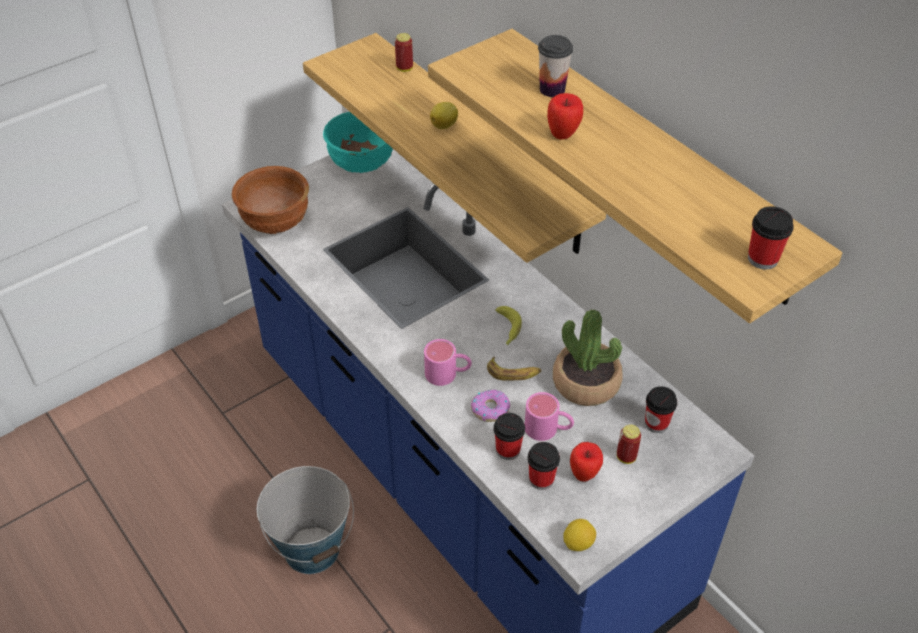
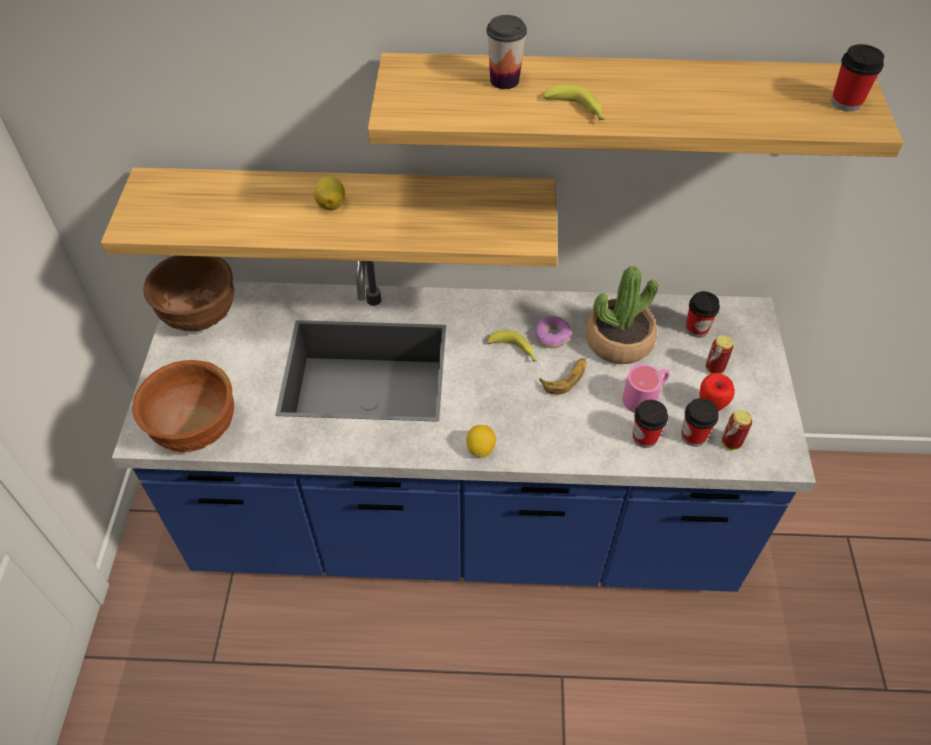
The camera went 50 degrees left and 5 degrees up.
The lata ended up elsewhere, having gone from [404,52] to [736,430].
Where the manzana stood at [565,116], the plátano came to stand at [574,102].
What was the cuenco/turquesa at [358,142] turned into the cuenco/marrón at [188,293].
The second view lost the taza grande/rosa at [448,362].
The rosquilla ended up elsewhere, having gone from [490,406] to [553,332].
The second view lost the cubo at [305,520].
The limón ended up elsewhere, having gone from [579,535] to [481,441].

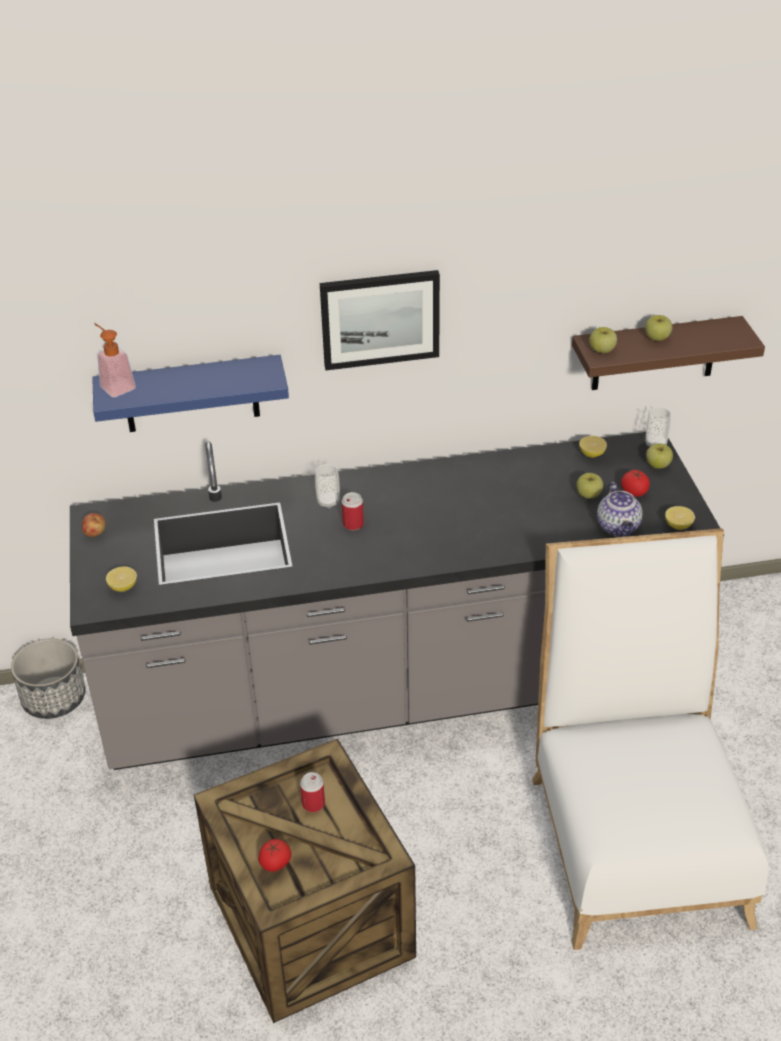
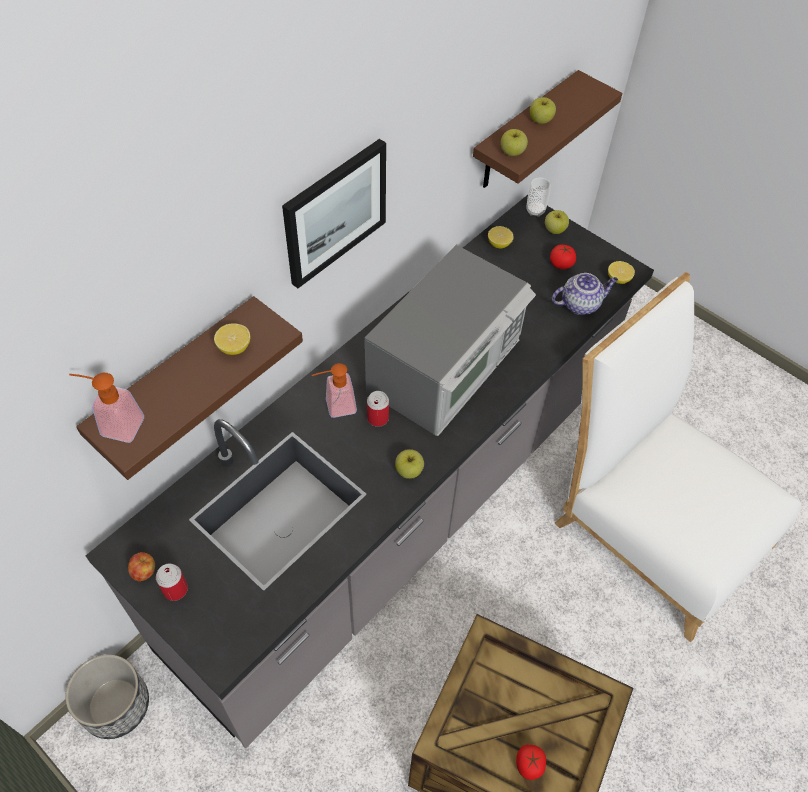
The camera went 40 degrees left and 15 degrees up.
What was the estante/azul at [190,393] turned into the estante/marrón at [189,388].
Where the taza stood at [327,486], the dispensador de jabón came to stand at [334,390].
The manzana ended up elsewhere, having gone from [590,486] to [409,464].
The tetera at [620,509] ended up facing another way, 60 degrees counterclockwise from before.
The limón ended up elsewhere, having gone from [121,579] to [232,339].
The lata ended up elsewhere, having gone from [312,792] to [172,582].
The second view gained the microondas at [450,340].

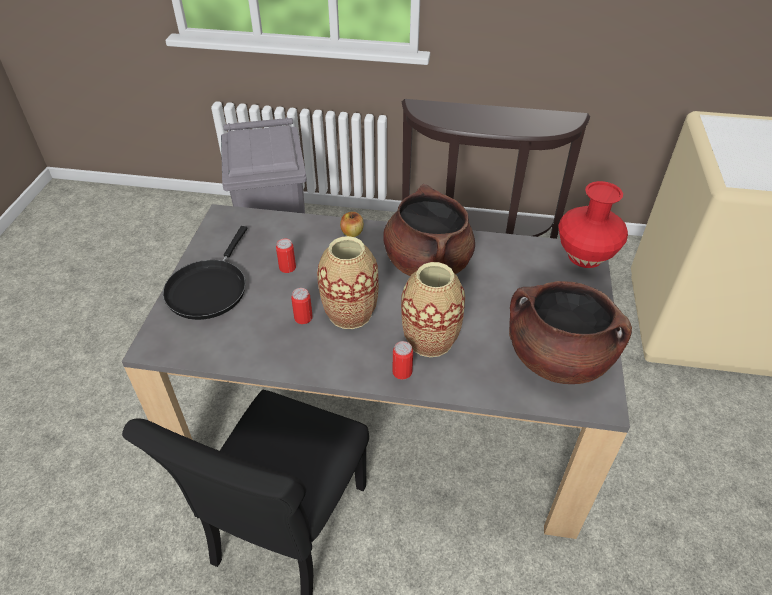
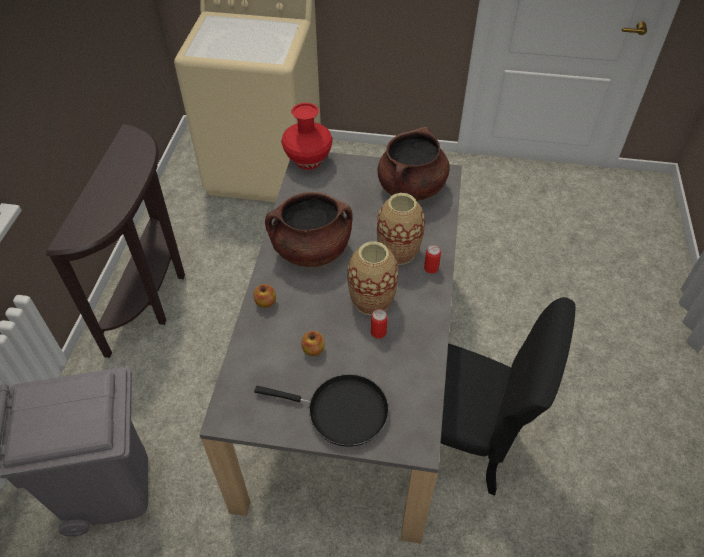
The camera went 90 degrees left and 5 degrees up.
Where the lata stood at [286,256], the manzana came to stand at [313,343].

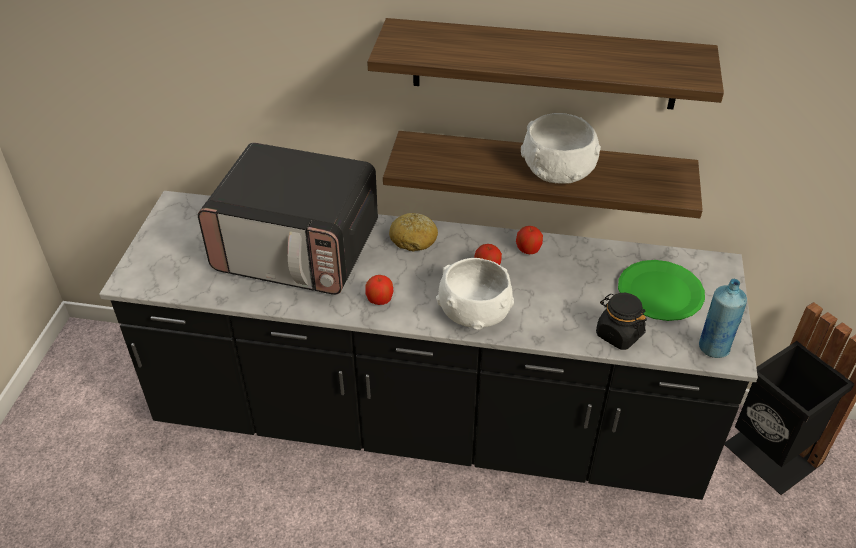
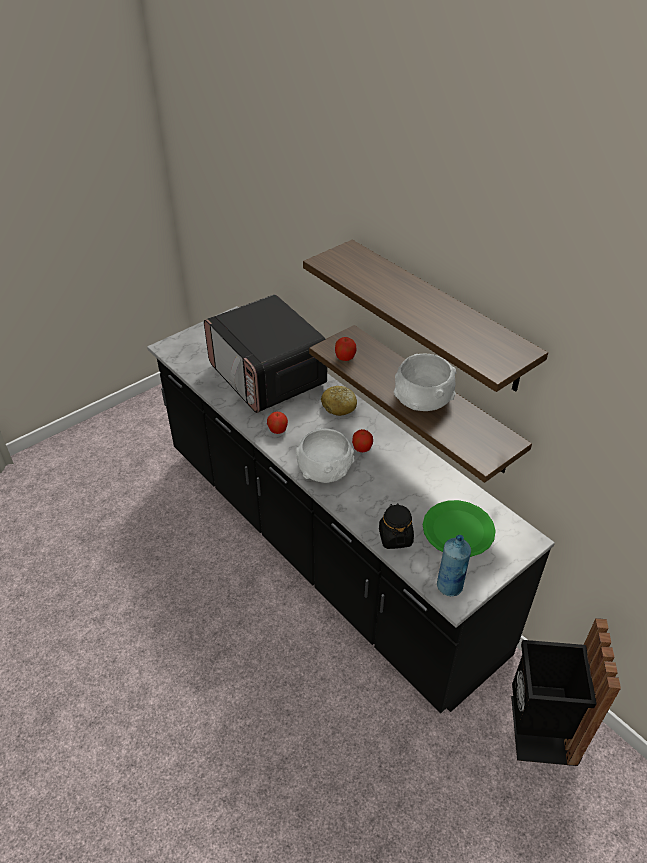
The camera went 40 degrees right and 0 degrees up.
The manzana ended up elsewhere, having gone from [529,240] to [346,349].

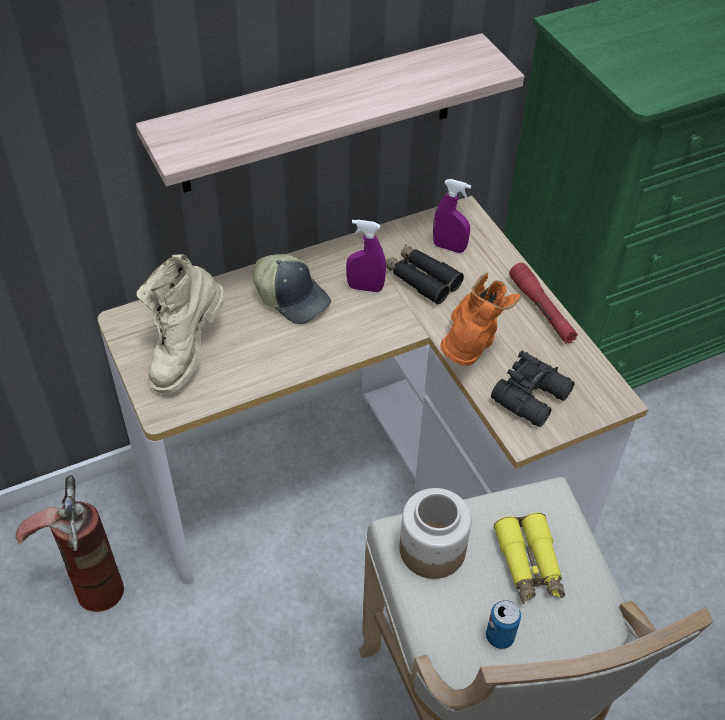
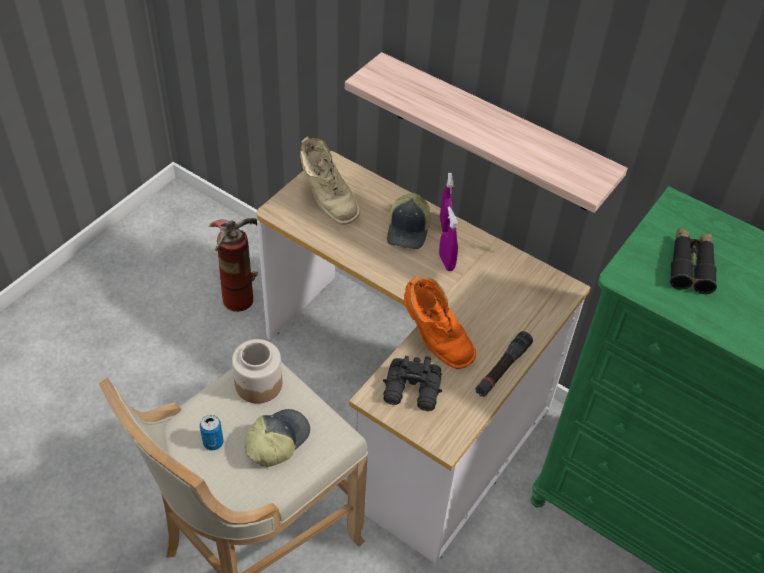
The camera went 60 degrees right and 0 degrees up.
The pulverizador/morado ended up elsewhere, having gone from [452,216] to [447,202].
The prismáticos/negro ended up elsewhere, having gone from [424,274] to [693,261].
The bota/beis at [181,324] ended up facing another way, 120 degrees counterclockwise from before.
What was the linterna/rojo at [543,303] turned into the linterna/negro at [504,364].
The bota/naranja at [480,319] ended up facing another way, 60 degrees clockwise from before.
Where the prismáticos/amarillo stood at [529,558], the gorra came to stand at [277,438].

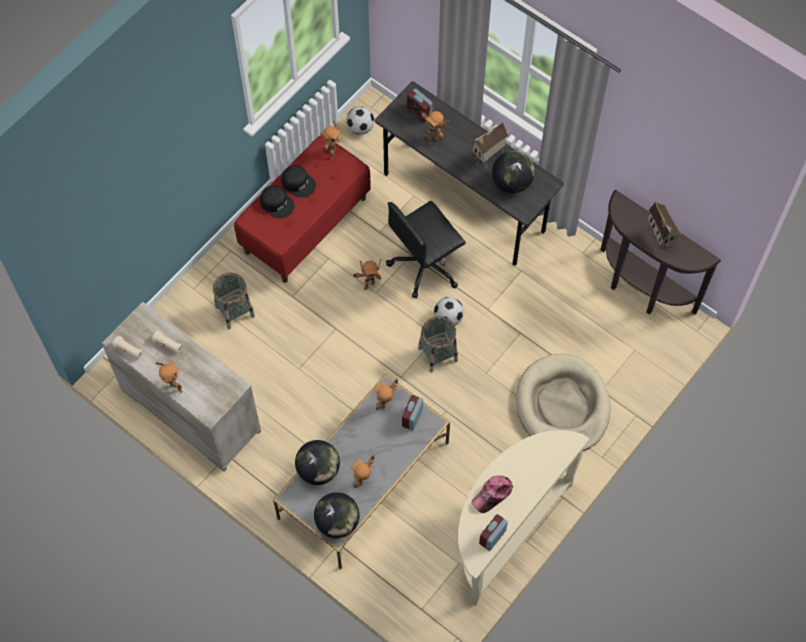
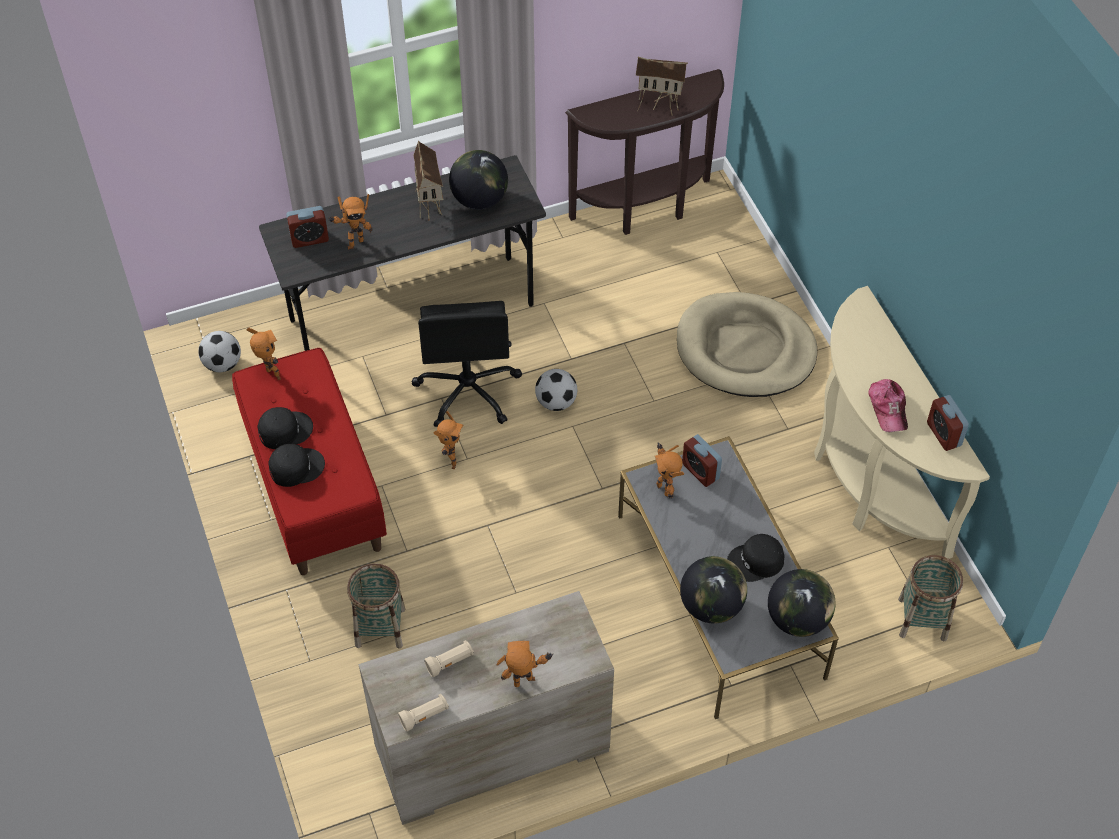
The camera went 60 degrees left and 10 degrees down.
The cesta ended up elsewhere, having gone from [438,344] to [930,598].
Where the robot de juguete stood at [362,472], the gorra/negro came to stand at [755,558].

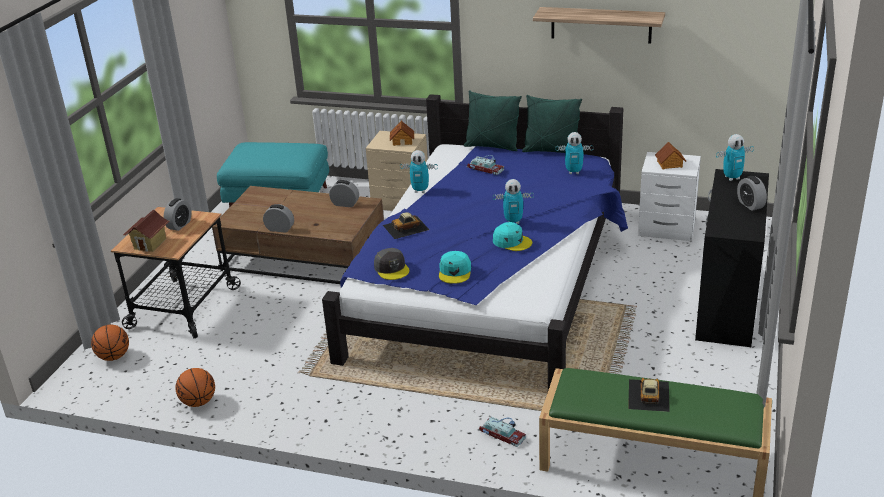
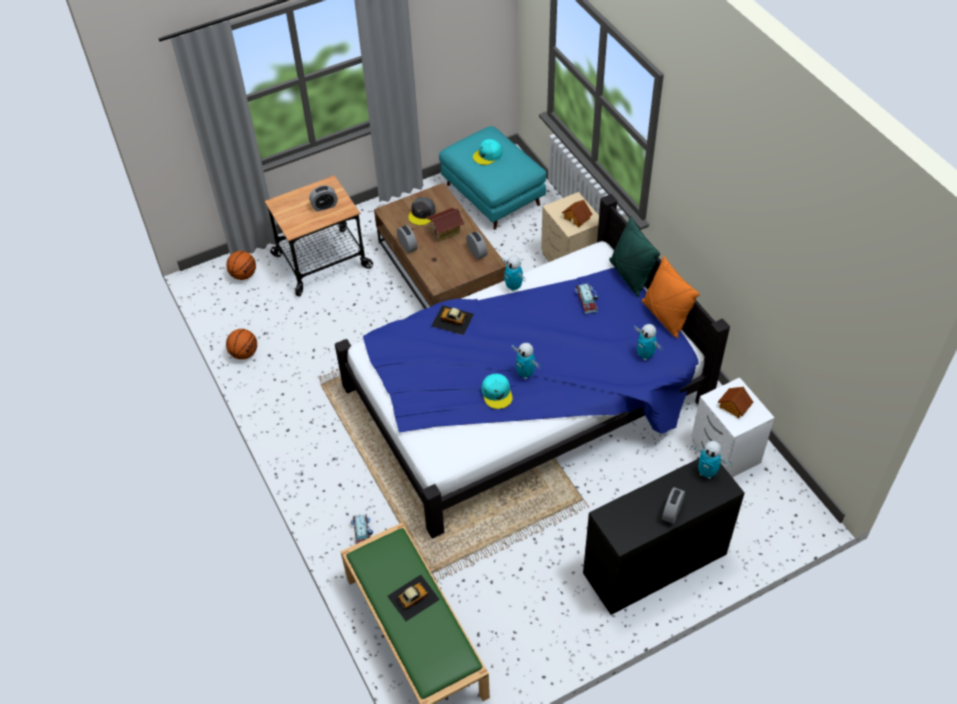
The camera went 45 degrees right and 20 degrees up.
The second view lost the estante at [599,25].
What was the cojín/verde at [552,124] turned into the cojín/naranja at [671,297].
The casita ended up elsewhere, having gone from [146,231] to [445,224].
The gorra/gris ended up elsewhere, having gone from [392,264] to [422,211].
The gorra/turquesa ended up elsewhere, having gone from [455,267] to [488,152].

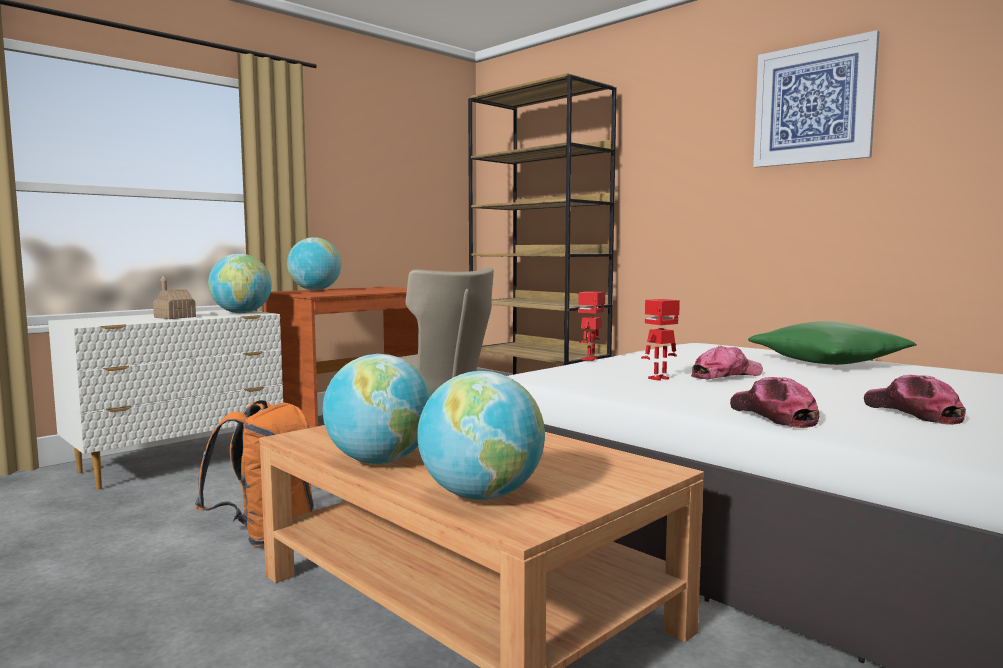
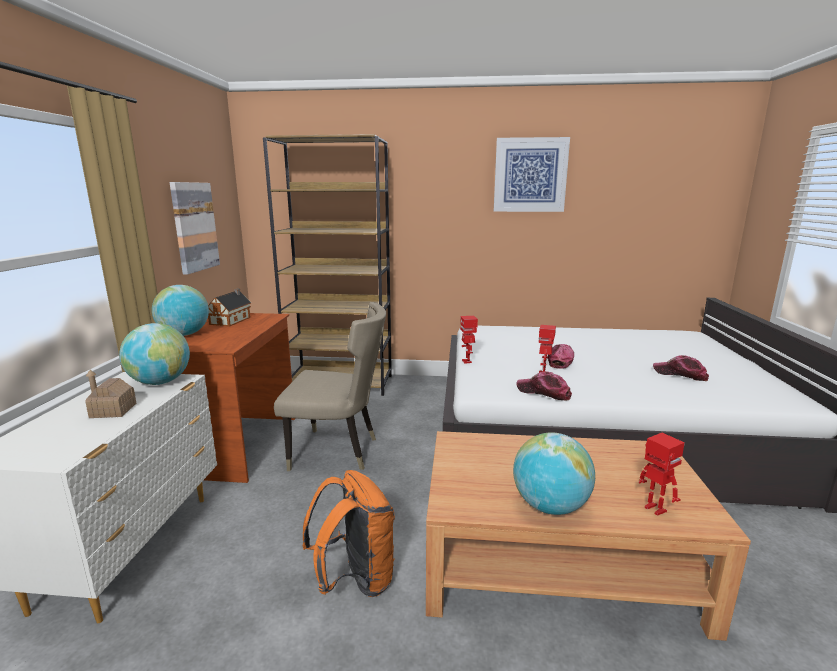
The camera went 40 degrees left and 10 degrees up.
The second view lost the cojín/verde at [832,343].
Where the globo terráqueo stood at [481,435], the robot de juguete came to stand at [662,474].
The gorra ended up elsewhere, having gone from [774,402] to [544,386].
The second view gained the cuadro at [195,228].
The second view gained the casita at [229,308].

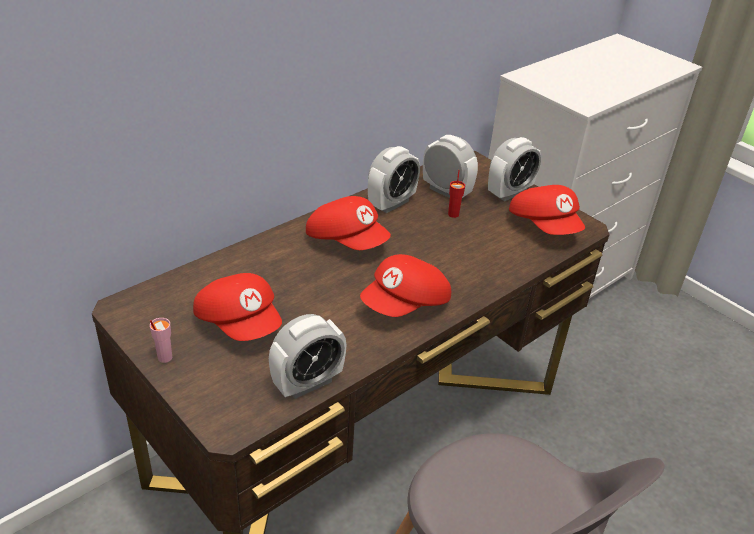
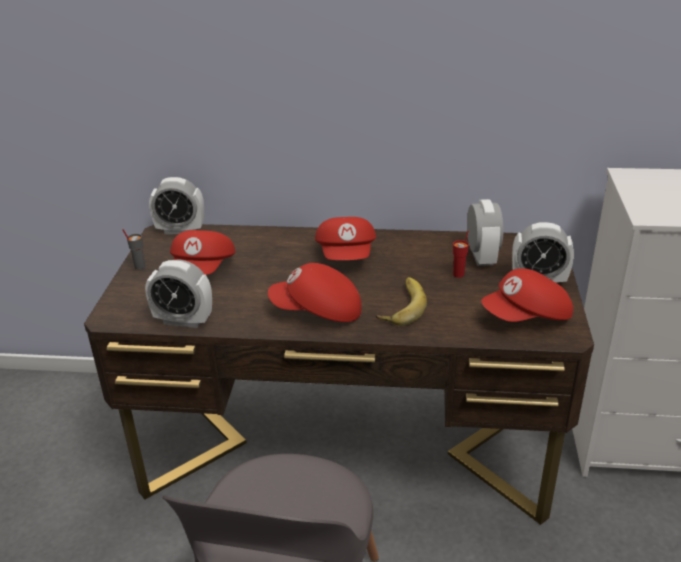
The camera went 50 degrees right and 5 degrees down.
The despertador ended up elsewhere, having gone from [394,179] to [176,205].
The gorra/rojo at [547,210] ended up facing another way, 45 degrees clockwise from before.
What was the taza/rosa at [161,340] turned into the taza/gris at [134,249].
The second view gained the plátano at [401,301].

